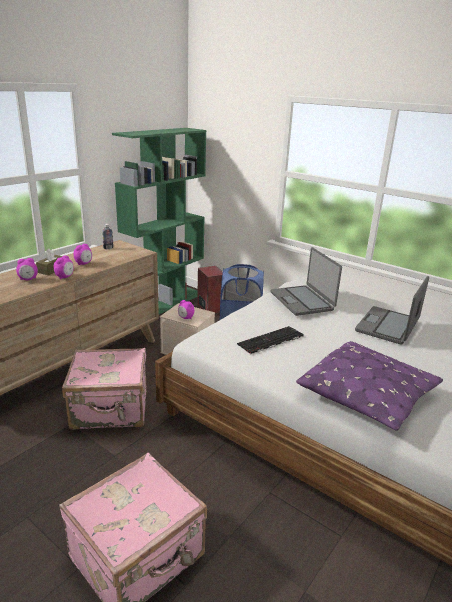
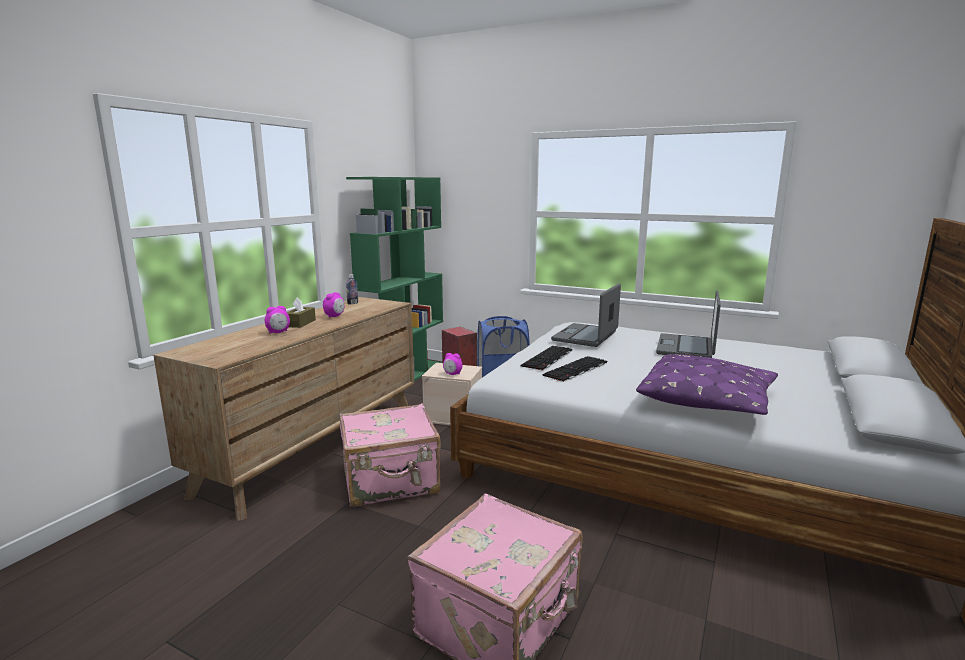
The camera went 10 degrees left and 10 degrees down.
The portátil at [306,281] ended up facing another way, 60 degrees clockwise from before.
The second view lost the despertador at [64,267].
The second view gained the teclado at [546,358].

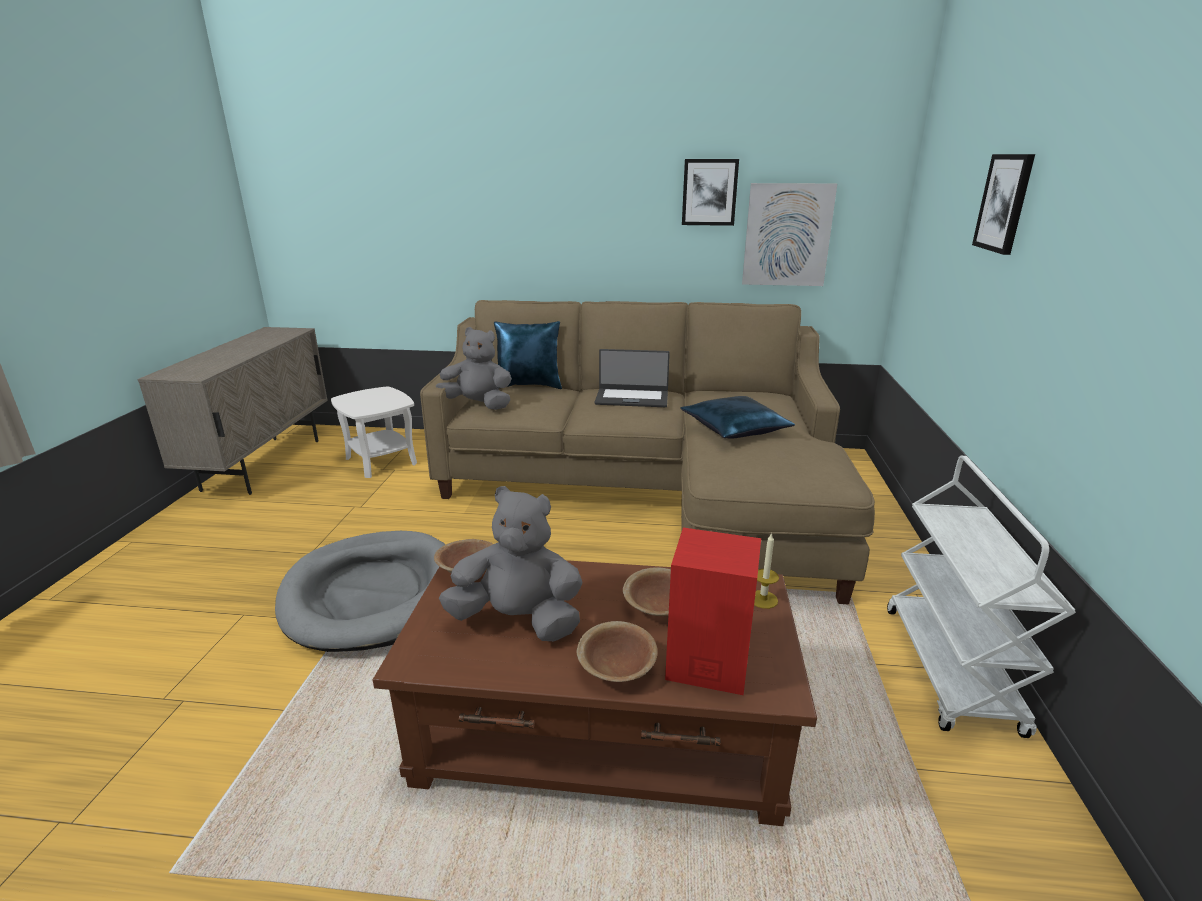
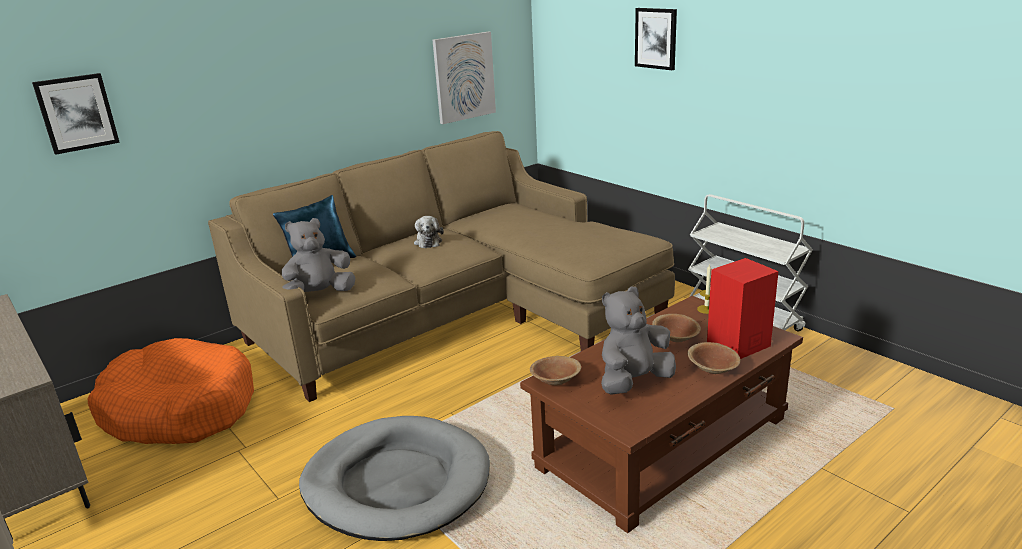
The camera went 45 degrees left and 0 degrees up.
The cuadro ended up elsewhere, having gone from [710,192] to [76,114].
Where the portátil stood at [632,378], the peluche came to stand at [429,232].
Where the mesa auxiliar/blanco stood at [374,432], the cama para perro/naranja came to stand at [171,391].
The second view lost the cojín/azul at [737,417].

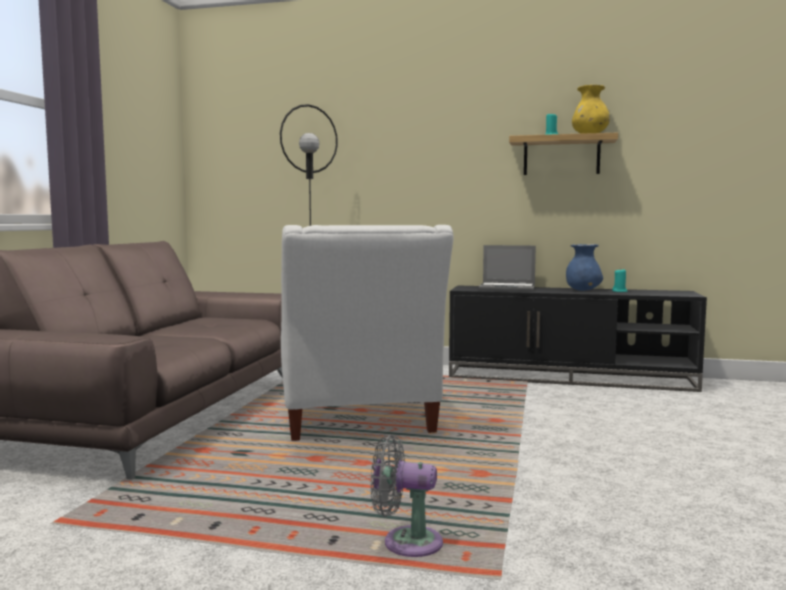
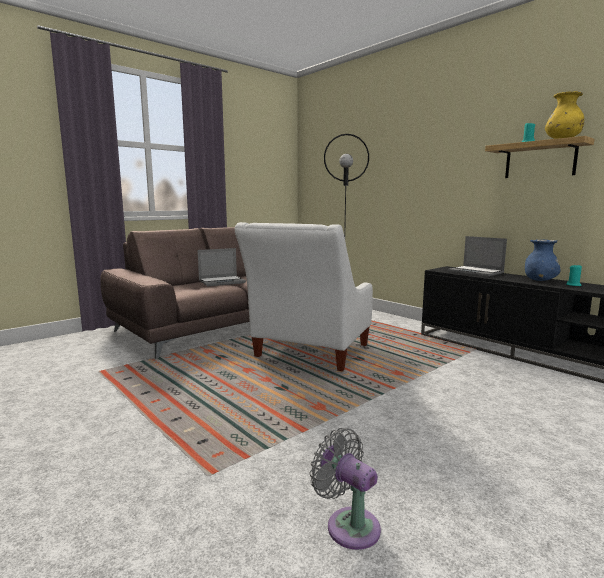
The camera went 35 degrees right and 5 degrees up.
The ventilador/gris ended up elsewhere, having gone from [406,496] to [345,489].
The second view gained the portátil at [222,267].

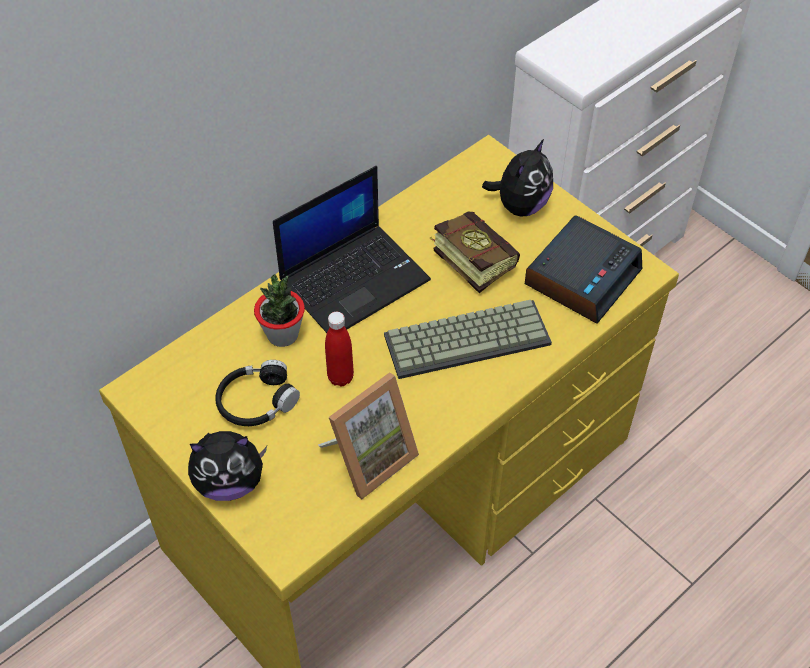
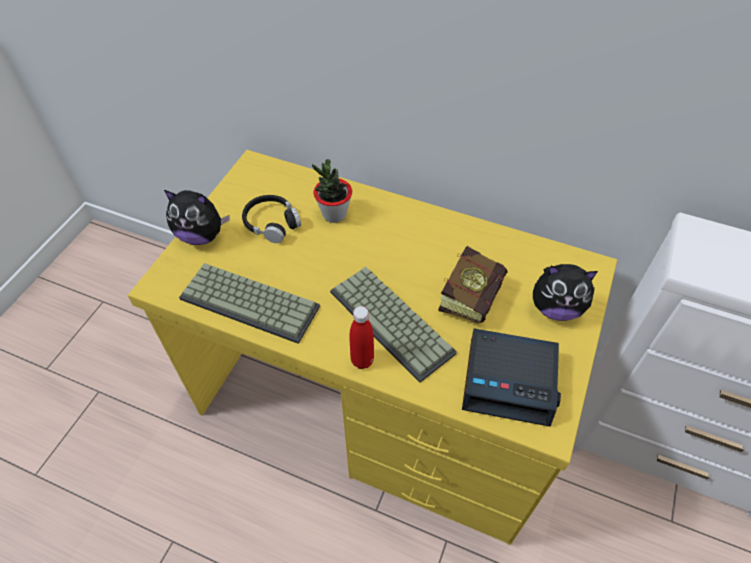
The camera went 65 degrees right and 0 degrees up.
The second view lost the portátil at [352,249].
The botella/rojo ended up elsewhere, having gone from [339,349] to [361,337].
Where the portarretratos stood at [368,435], the teclado came to stand at [249,303].
The peluche at [227,466] ended up facing another way, 45 degrees counterclockwise from before.

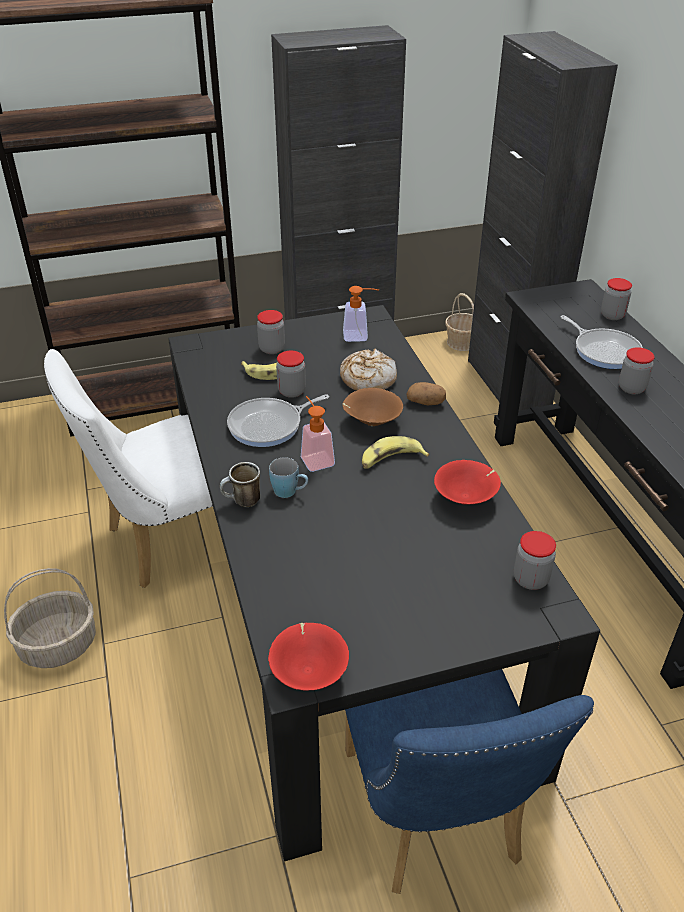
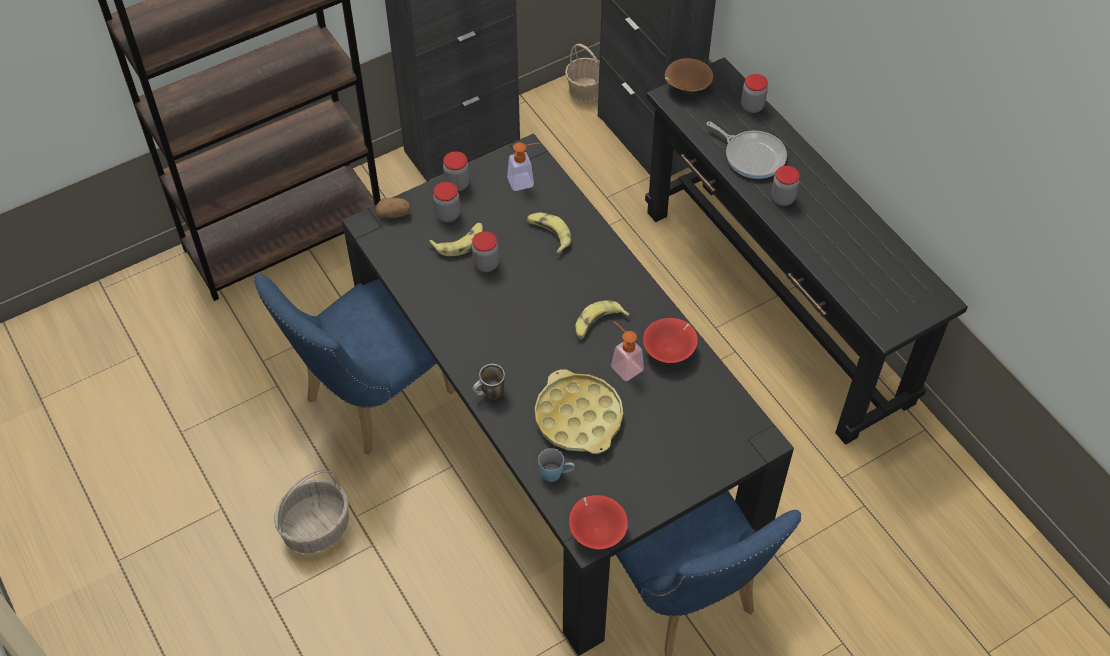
The camera went 15 degrees left and 15 degrees up.
What was the silla/blanco at [128,468] turned into the silla/azul at [355,364].
Where the pan stood at [368,370], the plátano came to stand at [549,233].
The patata ended up elsewhere, having gone from [426,393] to [393,208].
The cuenco/marrón ended up elsewhere, having gone from [373,407] to [689,75].
The second view lost the sartén at [278,420].
The dispensador de jabón ended up elsewhere, having gone from [318,434] to [627,351].
The taza grande/azul ended up elsewhere, having gone from [288,477] to [556,465].
The tarro ended up elsewhere, having gone from [535,560] to [456,171].
The second view gained the bandeja/amarillo at [579,411].

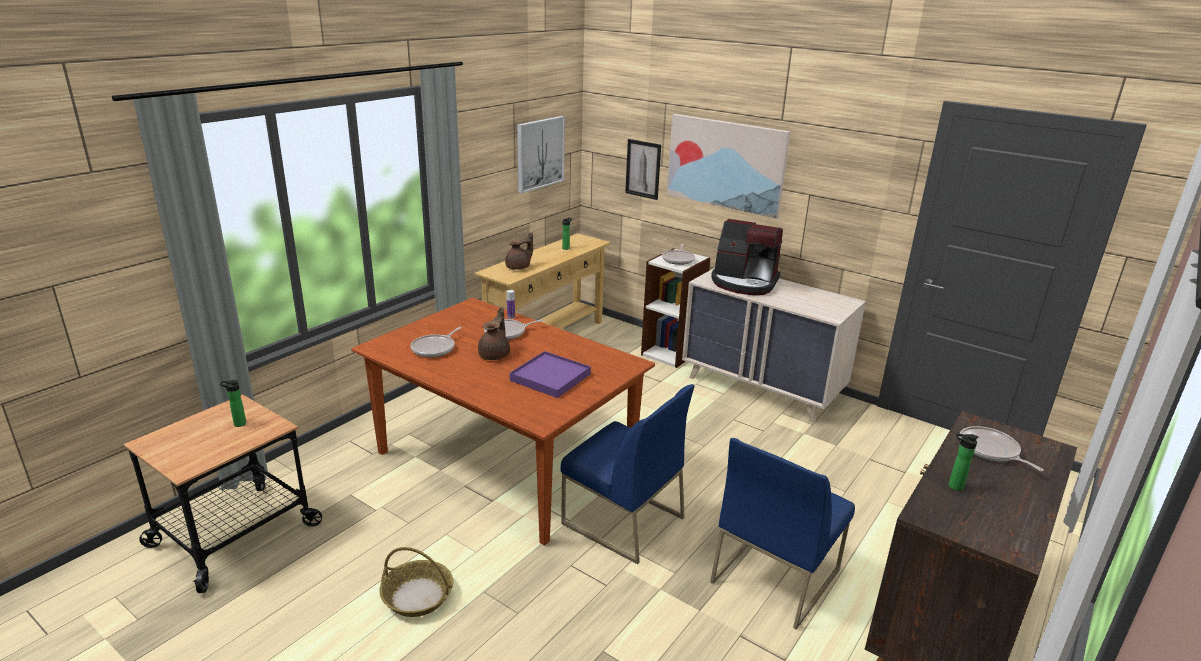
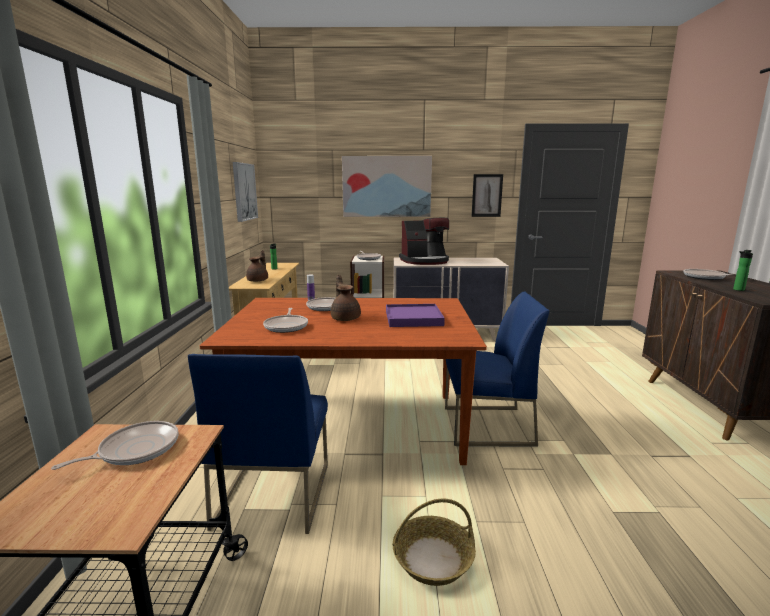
The camera went 35 degrees left and 10 degrees down.
The cuadro ended up elsewhere, having gone from [643,169] to [487,195].
Where the botella stood at [233,403], the sartén came to stand at [115,445].
The silla/azul ended up elsewhere, having gone from [782,534] to [258,444].

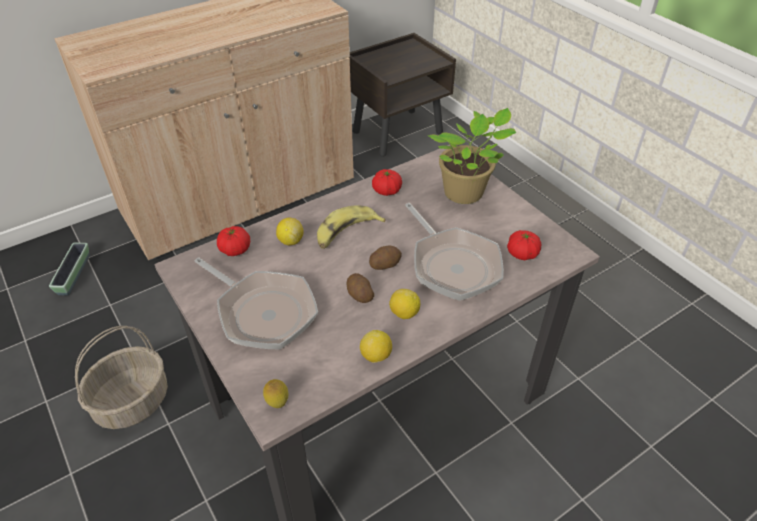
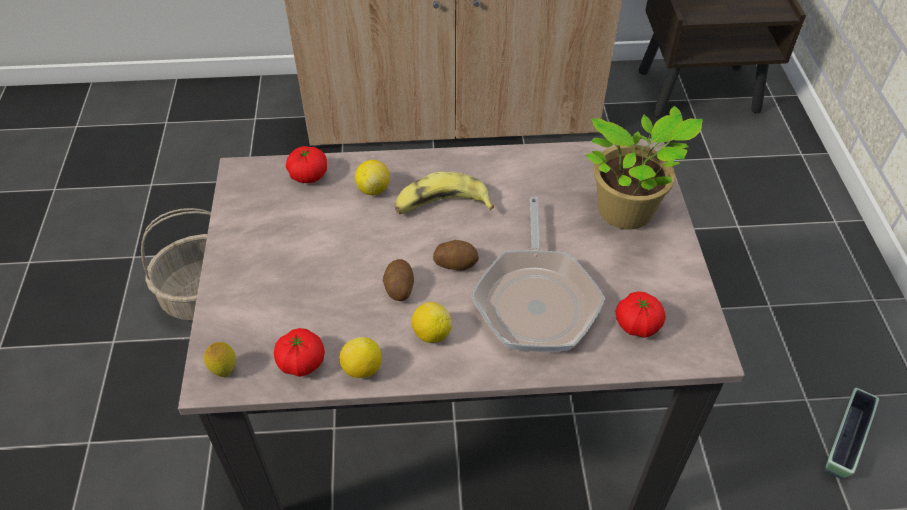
The camera went 30 degrees right and 5 degrees up.
The tomate ended up elsewhere, having gone from [387,182] to [299,352].
The maceta ended up elsewhere, having gone from [69,269] to [852,433].
The second view lost the sartén at [256,303].

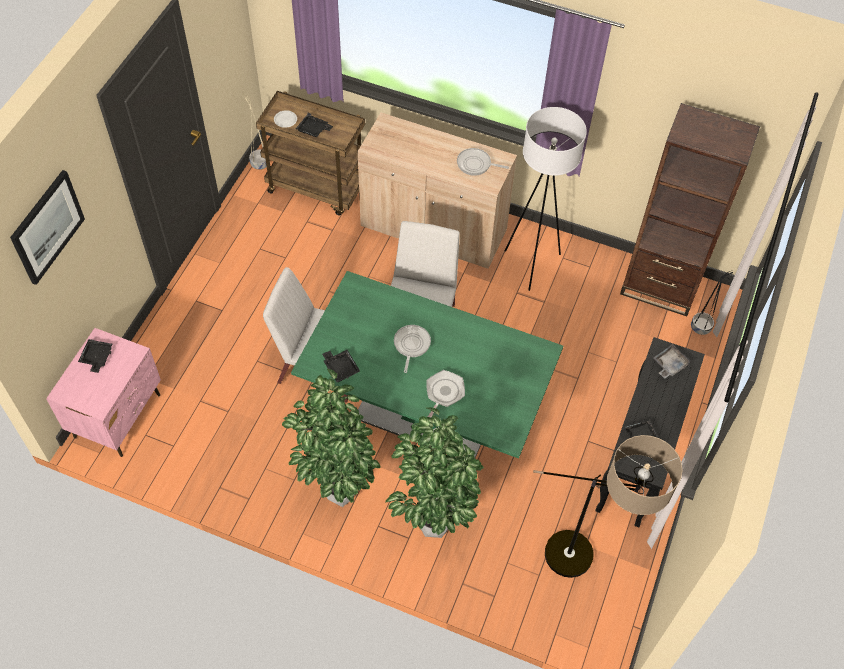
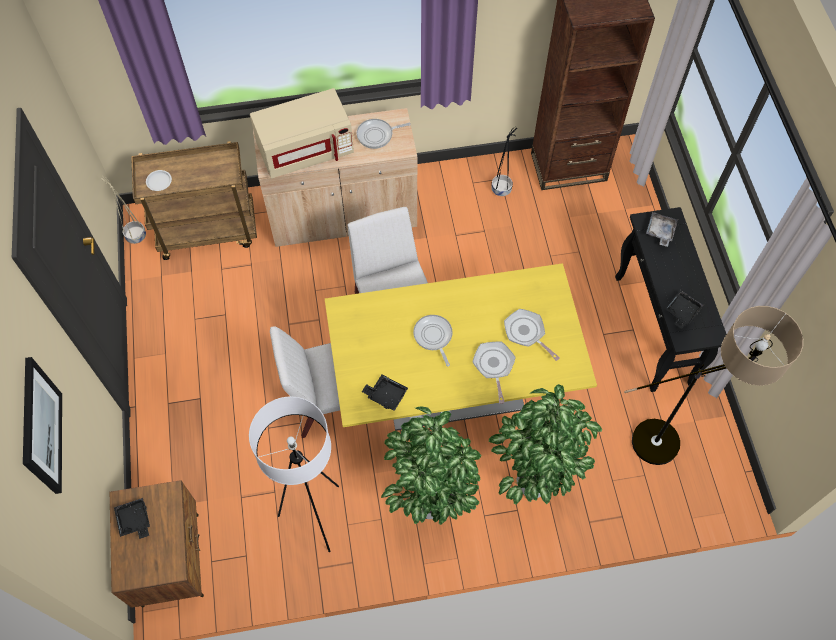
The camera went 30 degrees left and 5 degrees up.
The lámpara de pie/blanco ended up elsewhere, having gone from [546,199] to [294,474].
The second view lost the bandeja/negro at [314,125].
What was the mesa de comedor/verde at [427,365] turned into the mesa de comedor/amarillo at [461,347].
The maceta/negro ended up elsewhere, having gone from [712,303] to [504,162].
What was the mesita de noche/rosa at [103,392] turned into the mesita de noche/marrón at [157,544].
The second view gained the microondas/beis at [302,133].
The second view gained the sartén at [532,335].

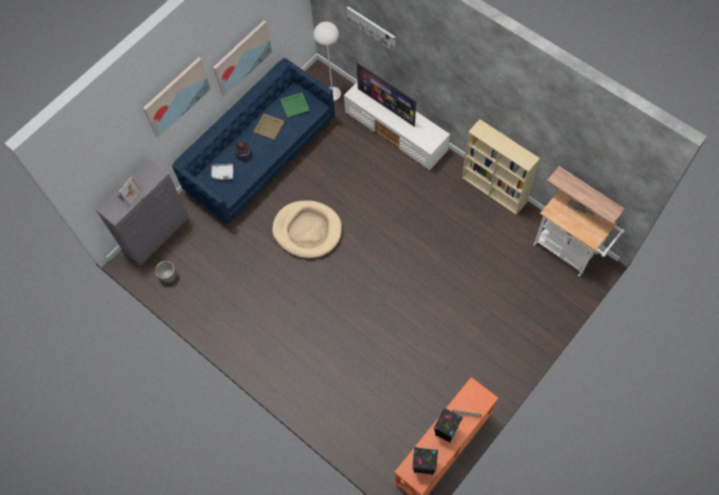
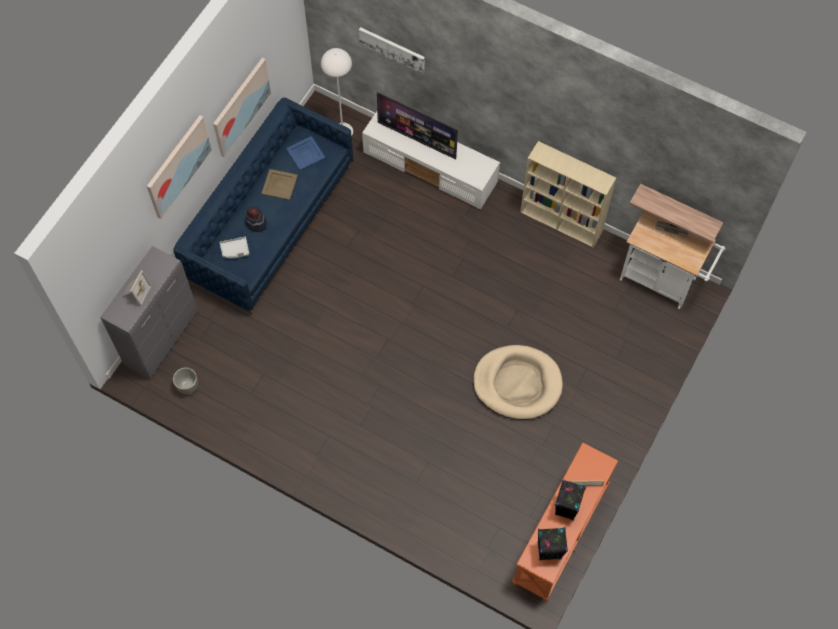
The camera went 15 degrees left and 0 degrees up.
What was the bandeja/verde at [295,105] turned into the bandeja/azul at [305,153].
The cama para perro/beis ended up elsewhere, having gone from [307,229] to [518,382].

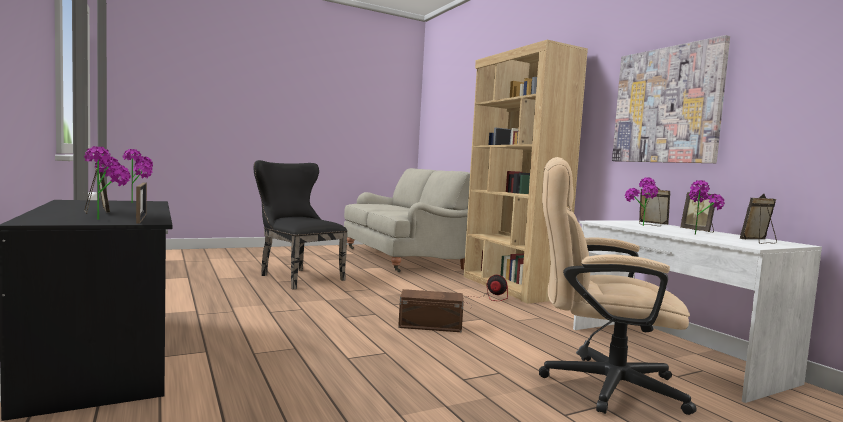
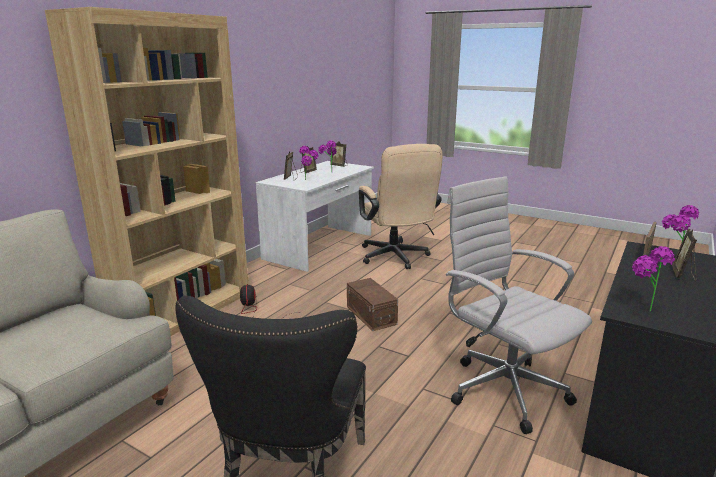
The camera went 120 degrees left and 15 degrees up.
The second view lost the cuadro at [671,99].
The second view gained the silla de oficina/blanco at [519,305].

